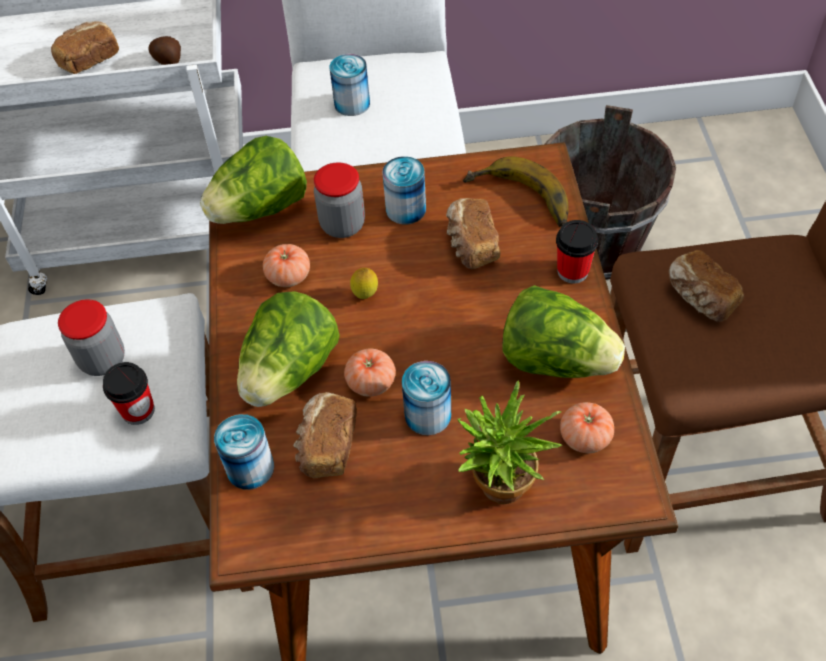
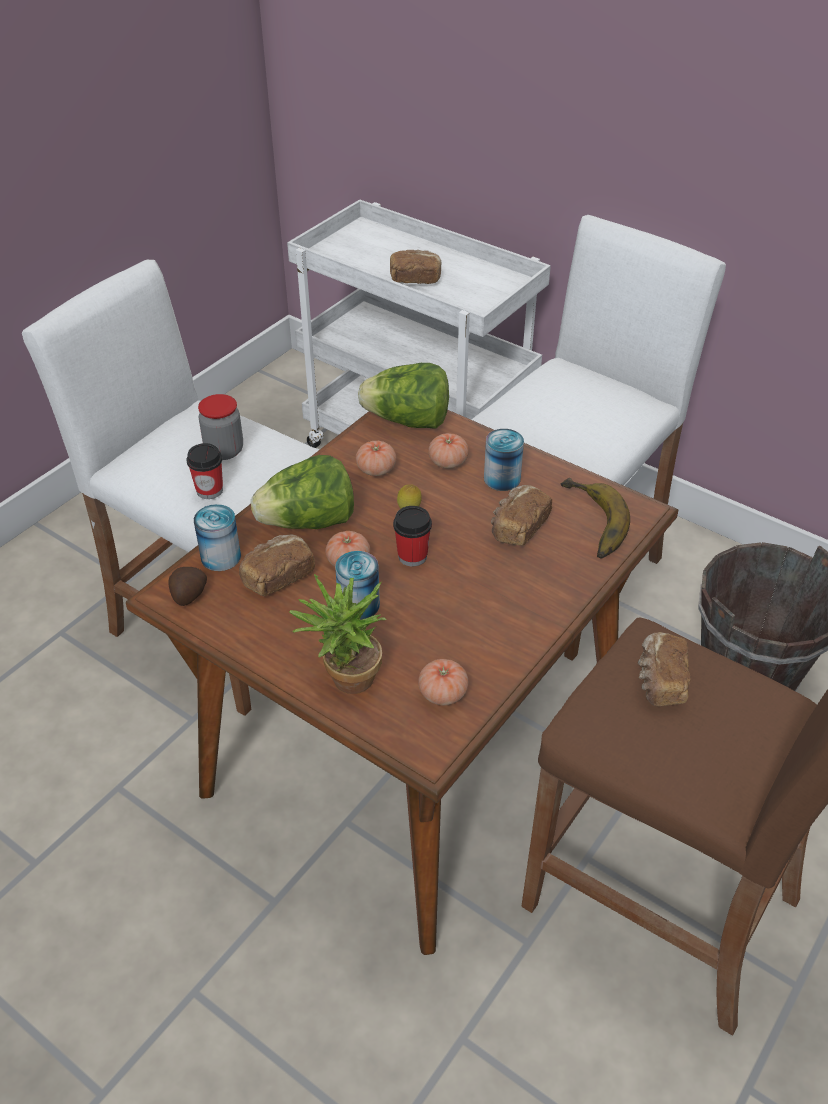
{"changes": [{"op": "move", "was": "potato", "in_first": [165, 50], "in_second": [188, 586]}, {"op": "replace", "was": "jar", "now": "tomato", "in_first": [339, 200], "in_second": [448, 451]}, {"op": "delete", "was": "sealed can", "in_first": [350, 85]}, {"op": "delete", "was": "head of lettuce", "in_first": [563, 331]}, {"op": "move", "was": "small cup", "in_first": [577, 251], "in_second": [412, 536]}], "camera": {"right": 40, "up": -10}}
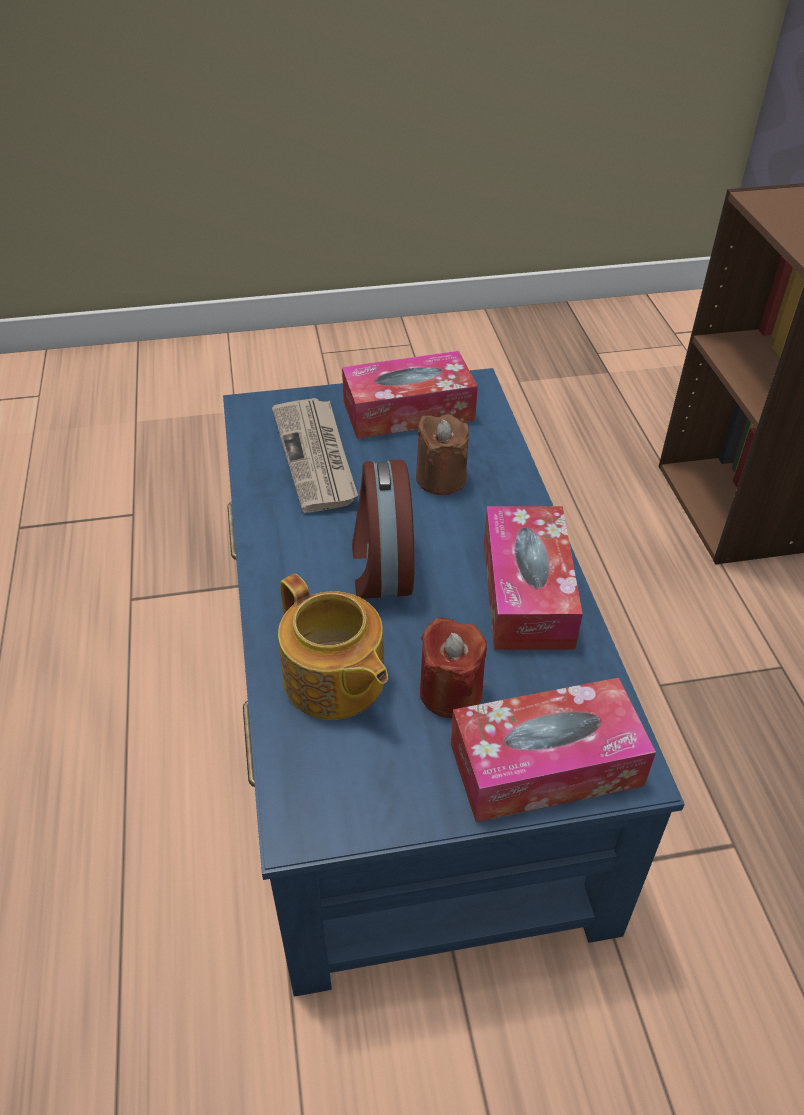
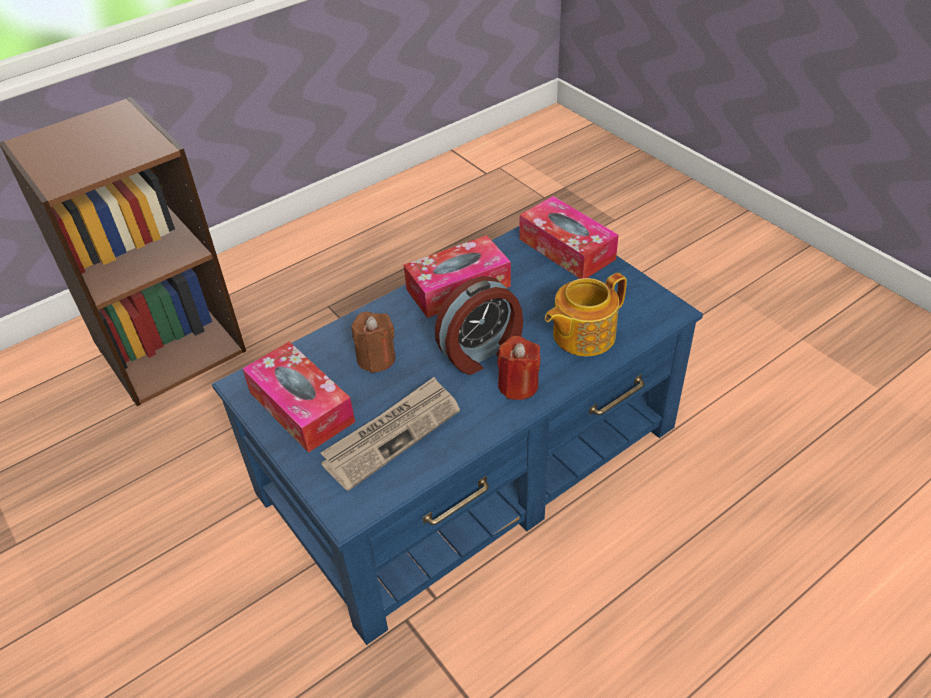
{"changes": [{"op": "rotate", "was": "teapot", "in_first": [333, 647], "in_second": [586, 314], "clockwise": -150}, {"op": "move", "was": "reddish wax light", "in_first": [453, 667], "in_second": [519, 368]}], "camera": {"right": -115, "up": 0}}
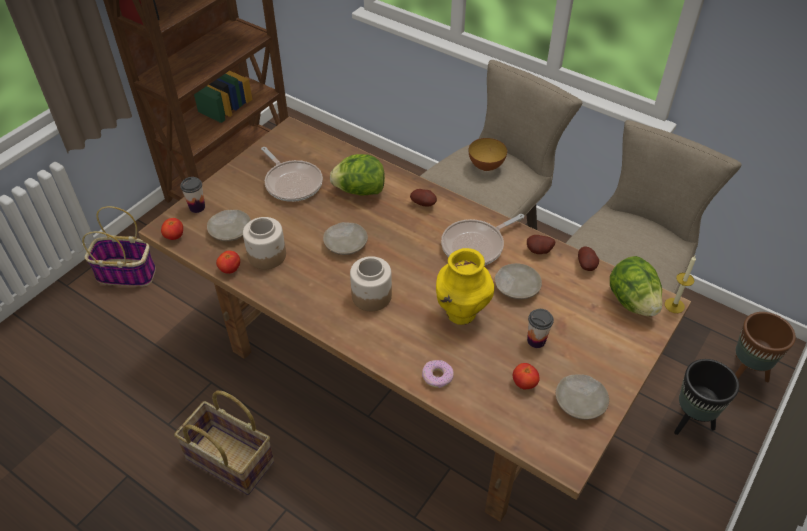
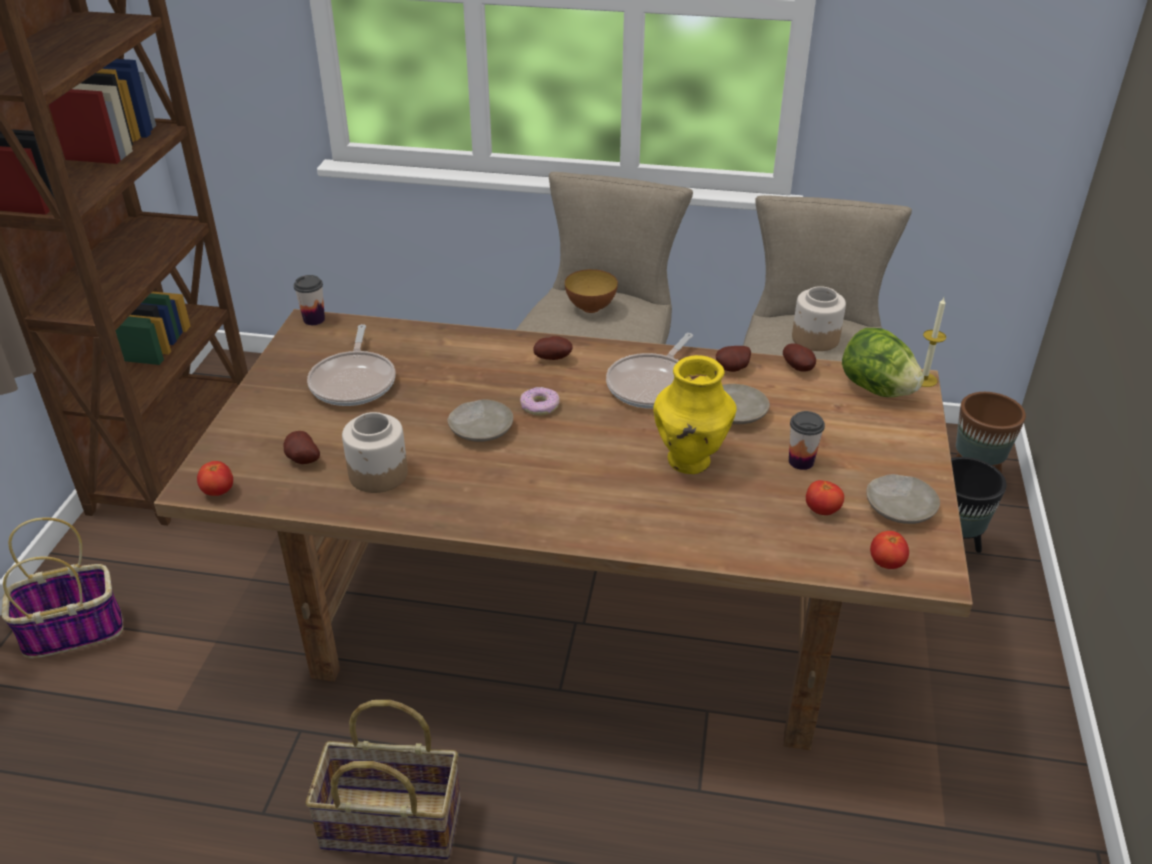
{"changes": [{"op": "move", "was": "small cup", "in_first": [192, 195], "in_second": [309, 300]}, {"op": "replace", "was": "sand-coloured flat dish", "now": "potato", "in_first": [229, 225], "in_second": [301, 447]}, {"op": "move", "was": "tomato", "in_first": [228, 262], "in_second": [889, 550]}, {"op": "rotate", "was": "frying pan", "in_first": [292, 174], "in_second": [351, 365], "clockwise": 60}, {"op": "delete", "was": "head of lettuce", "in_first": [357, 175]}, {"op": "move", "was": "jar", "in_first": [371, 283], "in_second": [819, 318]}, {"op": "move", "was": "ring doughnut", "in_first": [438, 374], "in_second": [540, 401]}], "camera": {"right": -25, "up": -10}}
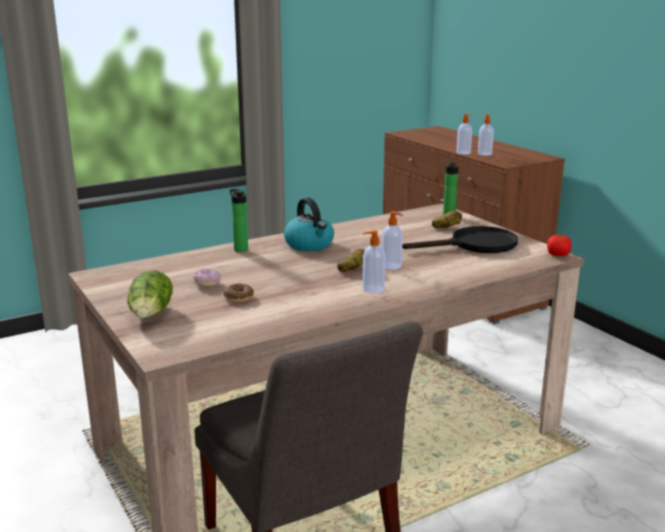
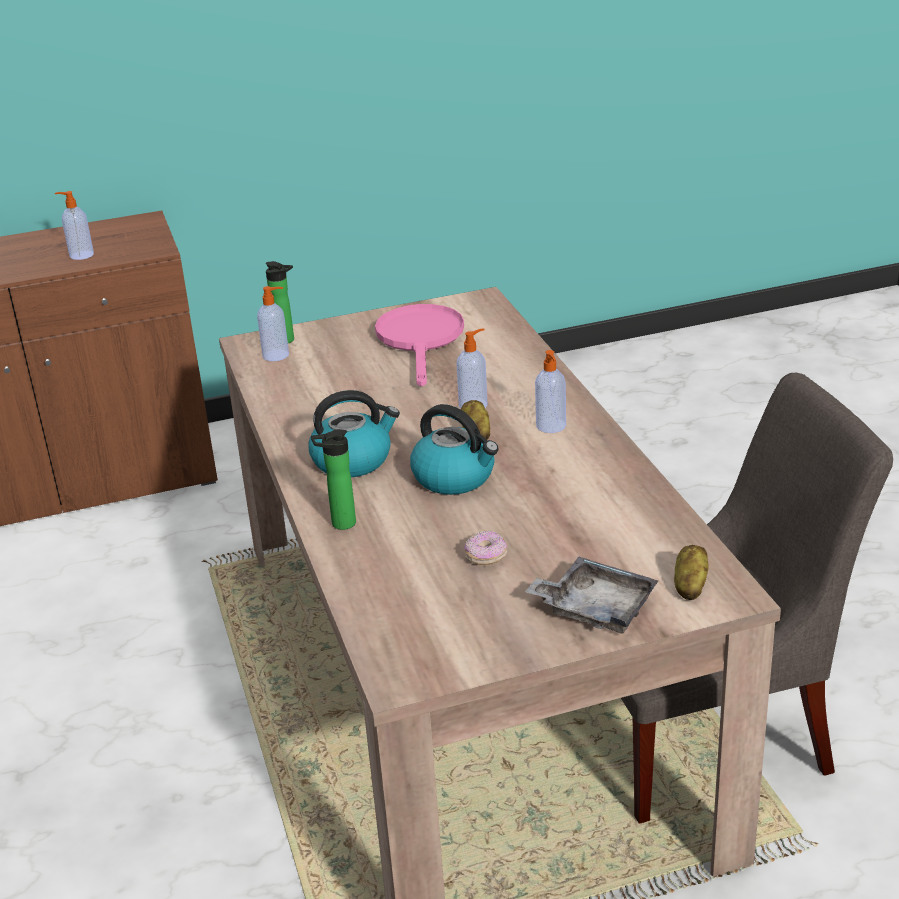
{"changes": [{"op": "replace", "was": "head of lettuce", "now": "grey serving tray", "in_first": [150, 294], "in_second": [592, 595]}, {"op": "delete", "was": "ring doughnut", "in_first": [238, 292]}, {"op": "recolor", "was": "blackish frying pan", "now": "pink-coloured frying pan", "in_first": [460, 239], "in_second": [419, 345]}, {"op": "move", "was": "potato", "in_first": [447, 219], "in_second": [691, 572]}, {"op": "move", "was": "soap bottle", "in_first": [464, 133], "in_second": [273, 323]}, {"op": "delete", "was": "tomato", "in_first": [559, 245]}, {"op": "insert", "now": "tea kettle", "in_second": [454, 449]}], "camera": {"right": -75, "up": 10}}
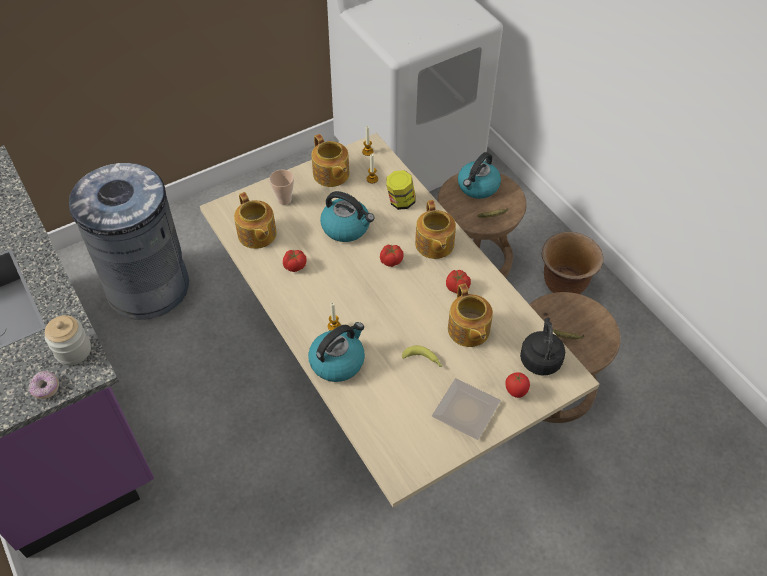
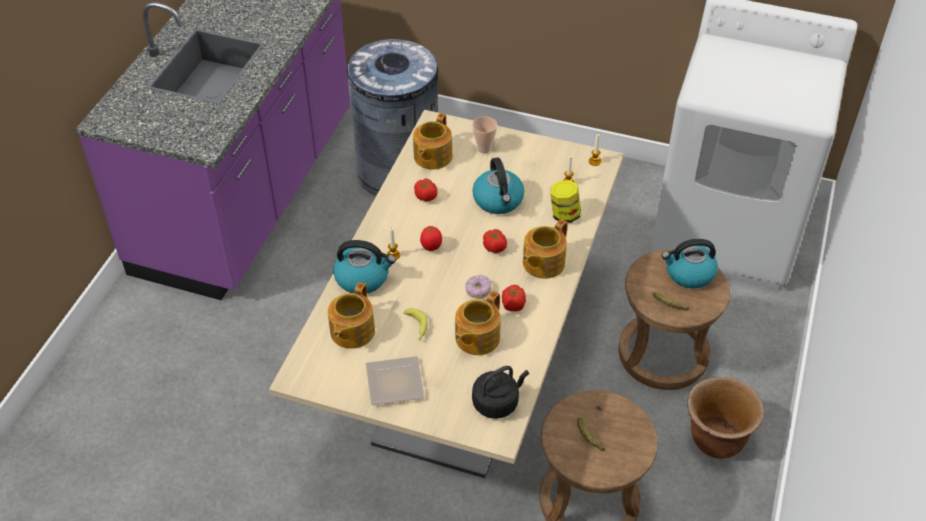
{"changes": [{"op": "move", "was": "ring doughnut", "in_first": [43, 385], "in_second": [478, 287]}, {"op": "delete", "was": "jar", "in_first": [67, 340]}, {"op": "move", "was": "teapot", "in_first": [330, 160], "in_second": [351, 315]}, {"op": "move", "was": "tomato", "in_first": [517, 385], "in_second": [431, 238]}], "camera": {"right": 50, "up": -5}}
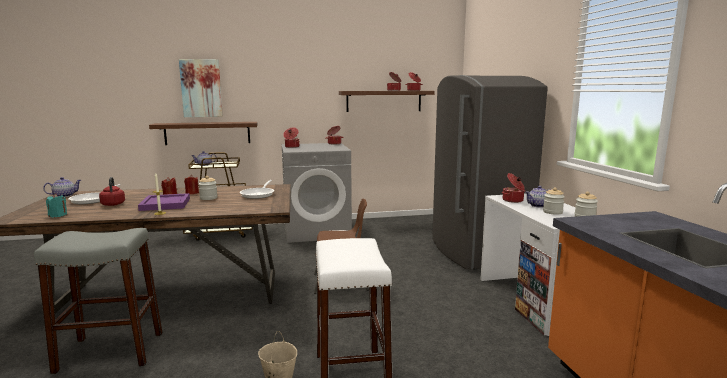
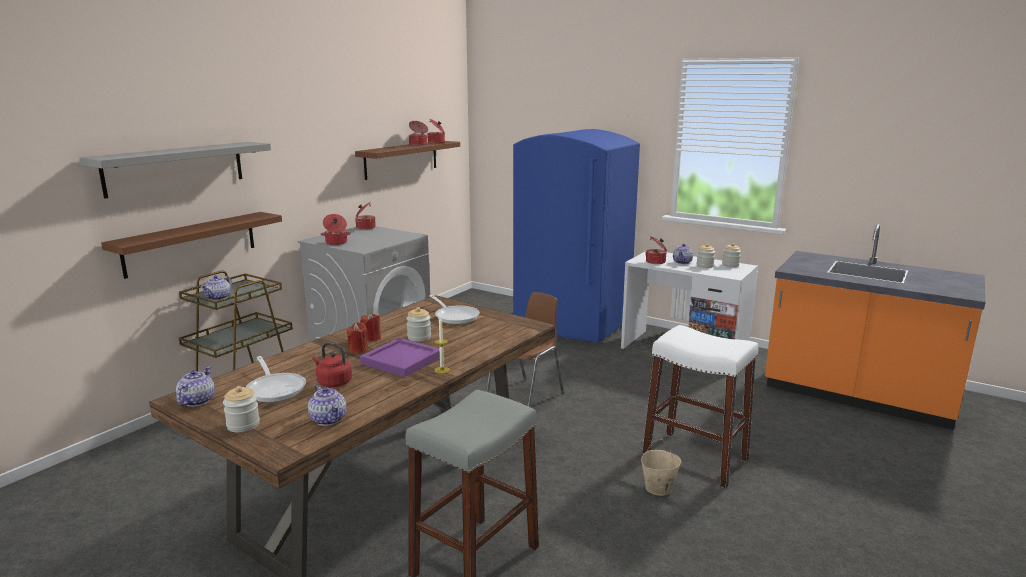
{"changes": [{"op": "replace", "was": "blue-green wax light", "now": "teapot", "in_first": [56, 205], "in_second": [327, 405]}, {"op": "replace", "was": "picture", "now": "grey wall shelf", "in_first": [201, 88], "in_second": [175, 170]}, {"op": "recolor", "was": "grey refrigerator", "now": "blue-coloured refrigerator", "in_first": [490, 172], "in_second": [576, 236]}, {"op": "insert", "now": "jar", "in_second": [241, 409]}], "camera": {"right": -45, "up": 5}}
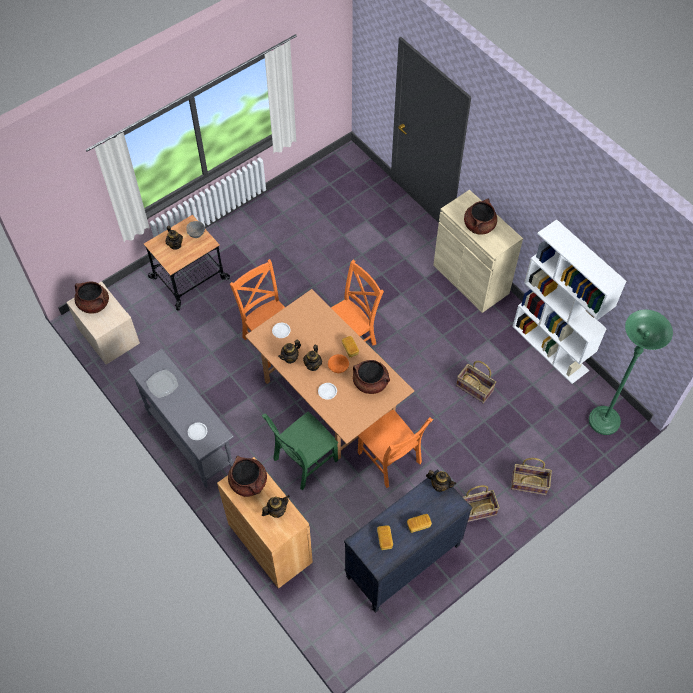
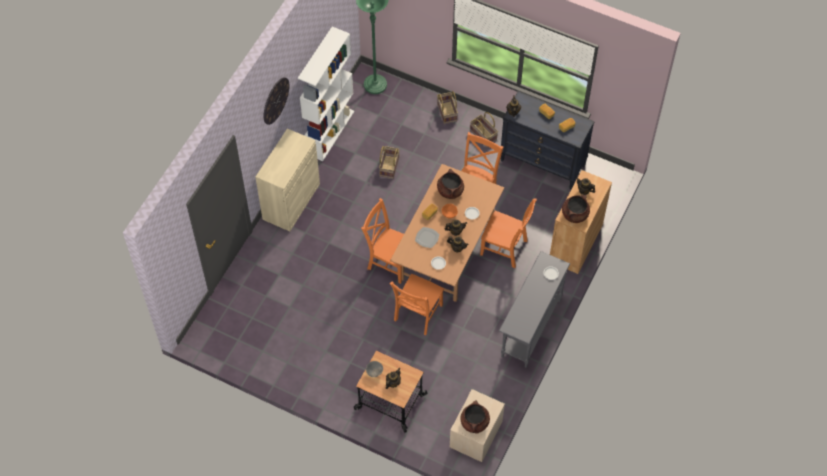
{"changes": [{"op": "move", "was": "flat dish", "in_first": [162, 383], "in_second": [427, 237]}, {"op": "recolor", "was": "greenish plain chair", "now": "orangey plain chair", "in_first": [300, 450], "in_second": [508, 233]}, {"op": "delete", "was": "brown-coloured saucepot", "in_first": [480, 217]}, {"op": "insert", "now": "clock on the wall", "in_second": [277, 101]}], "camera": {"right": -115, "up": 0}}
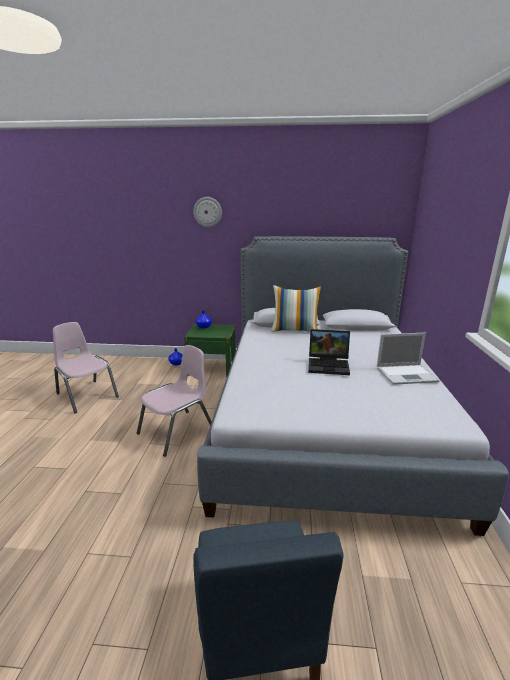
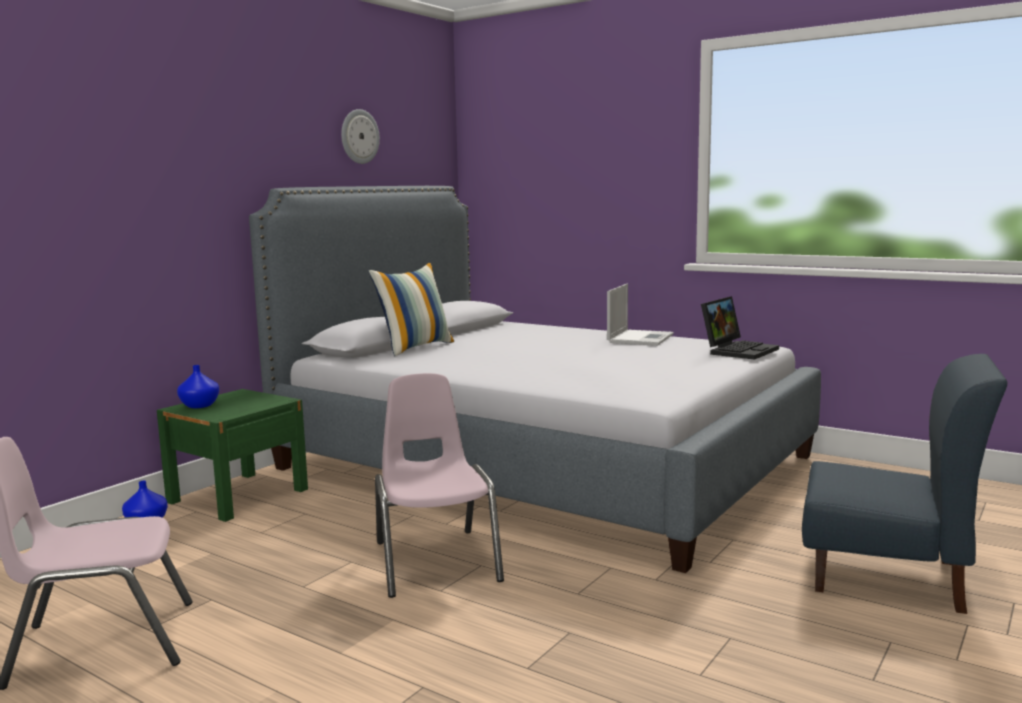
{"changes": [{"op": "move", "was": "clock on the wall", "in_first": [207, 212], "in_second": [360, 136]}, {"op": "move", "was": "laptop", "in_first": [329, 352], "in_second": [740, 328]}], "camera": {"right": -60, "up": -10}}
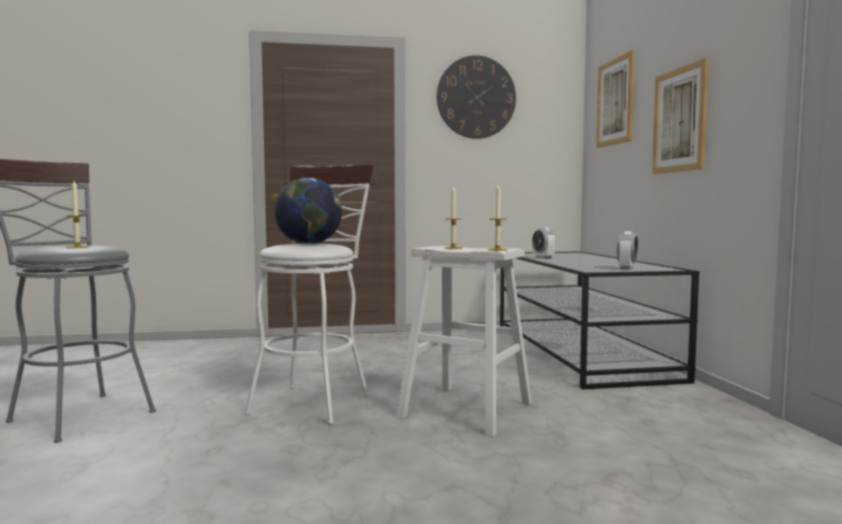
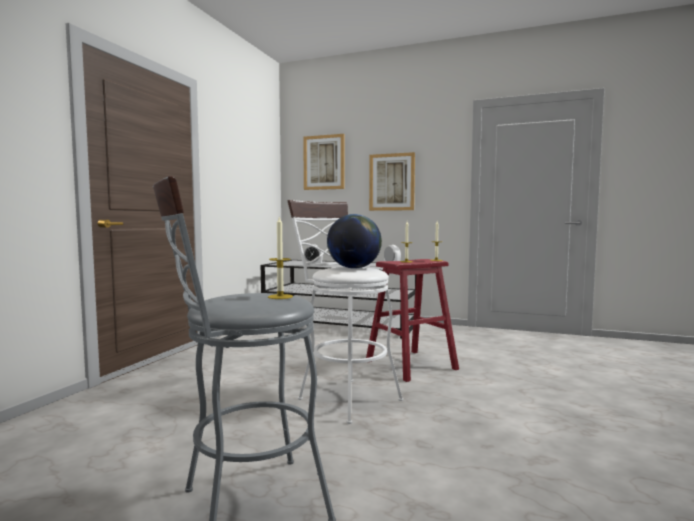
{"changes": [{"op": "recolor", "was": "white-coloured sitting stool", "now": "reddish sitting stool", "in_first": [464, 341], "in_second": [412, 320]}, {"op": "delete", "was": "clock on the wall", "in_first": [476, 97]}], "camera": {"right": -60, "up": 0}}
